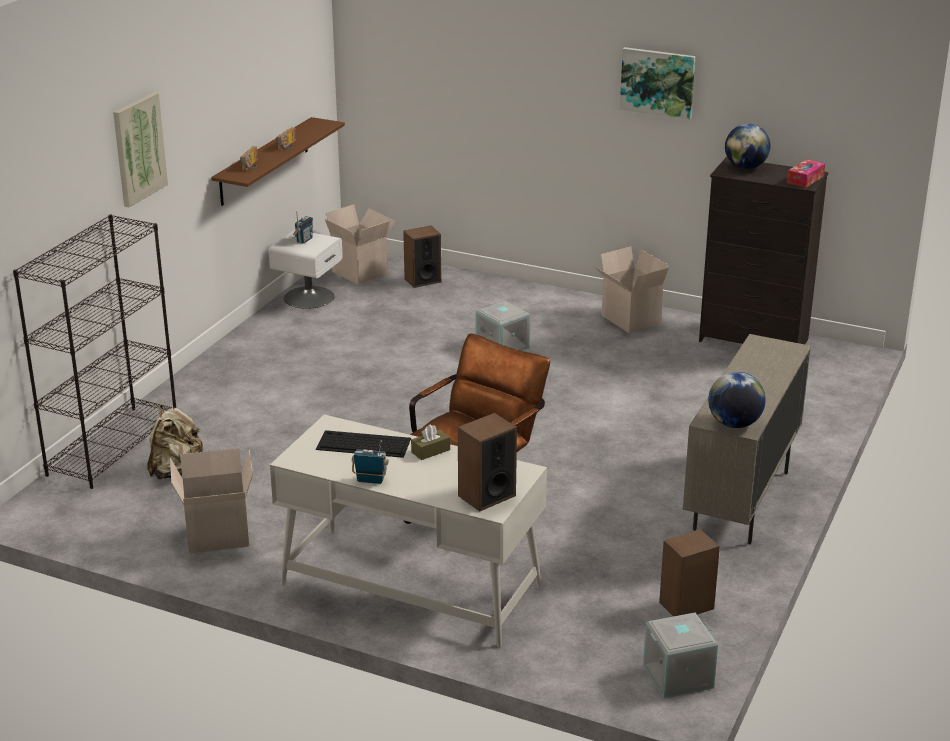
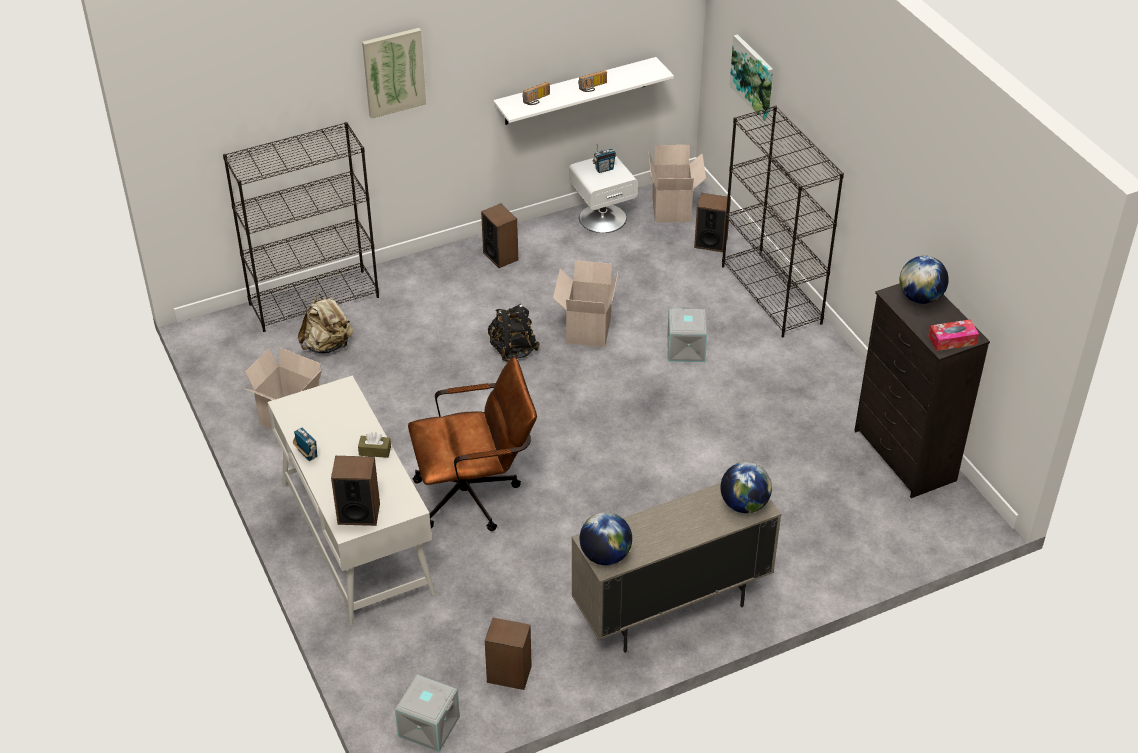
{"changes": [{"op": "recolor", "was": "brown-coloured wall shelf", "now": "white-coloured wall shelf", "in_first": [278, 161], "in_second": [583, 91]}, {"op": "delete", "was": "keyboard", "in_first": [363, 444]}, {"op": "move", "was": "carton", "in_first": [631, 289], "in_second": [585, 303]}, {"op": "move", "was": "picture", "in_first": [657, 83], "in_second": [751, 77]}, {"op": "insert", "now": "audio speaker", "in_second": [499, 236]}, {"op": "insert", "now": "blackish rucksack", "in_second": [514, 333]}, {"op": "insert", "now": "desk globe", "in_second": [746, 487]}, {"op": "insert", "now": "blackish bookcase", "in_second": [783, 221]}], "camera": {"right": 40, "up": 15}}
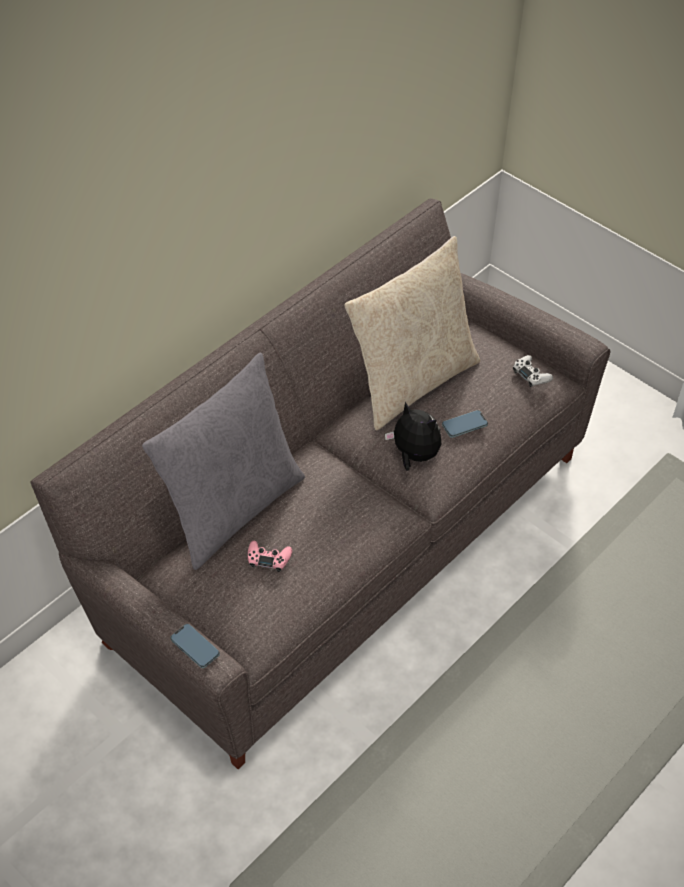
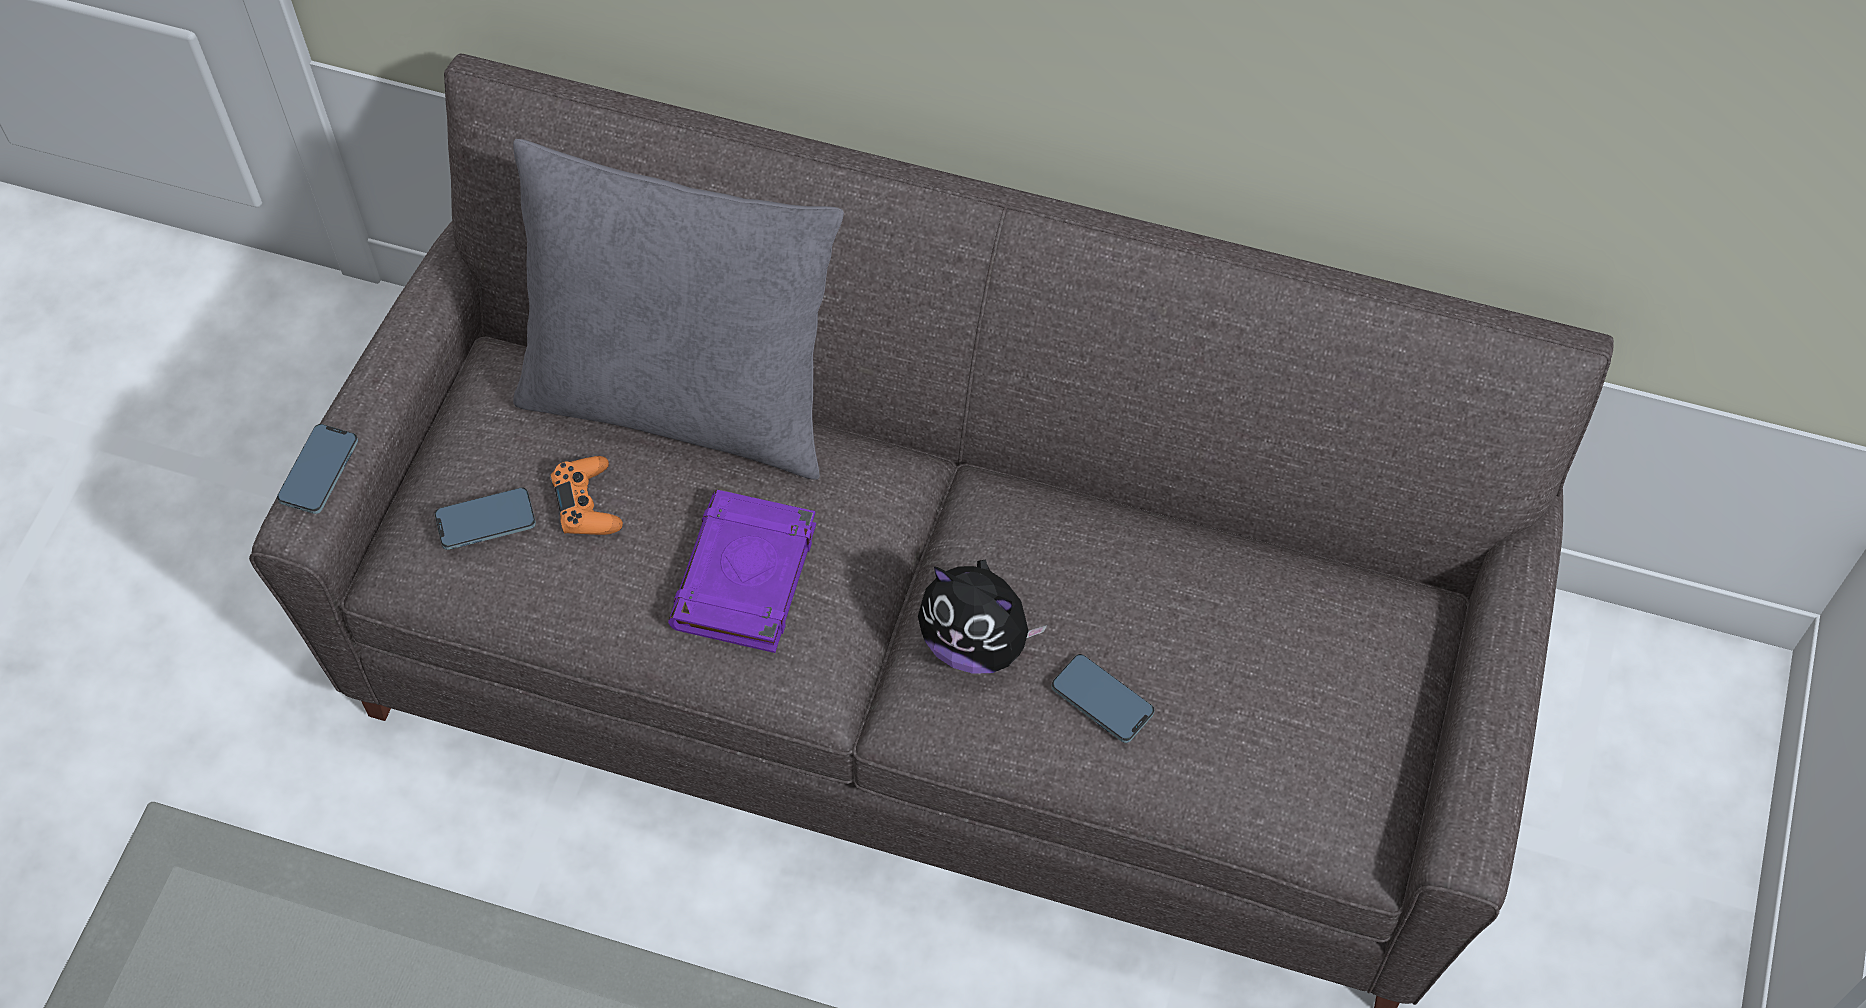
{"changes": [{"op": "recolor", "was": "pink-coloured game controller", "now": "orangey game controller", "in_first": [270, 556], "in_second": [586, 495]}, {"op": "delete", "was": "sand-coloured throw pillow", "in_first": [412, 333]}, {"op": "rotate", "was": "soft toy", "in_first": [413, 436], "in_second": [982, 617], "clockwise": 105}, {"op": "delete", "was": "white-coloured game controller", "in_first": [533, 371]}, {"op": "insert", "now": "handset", "in_second": [485, 519]}, {"op": "insert", "now": "purplish bound book", "in_second": [742, 571]}], "camera": {"right": 65, "up": 10}}
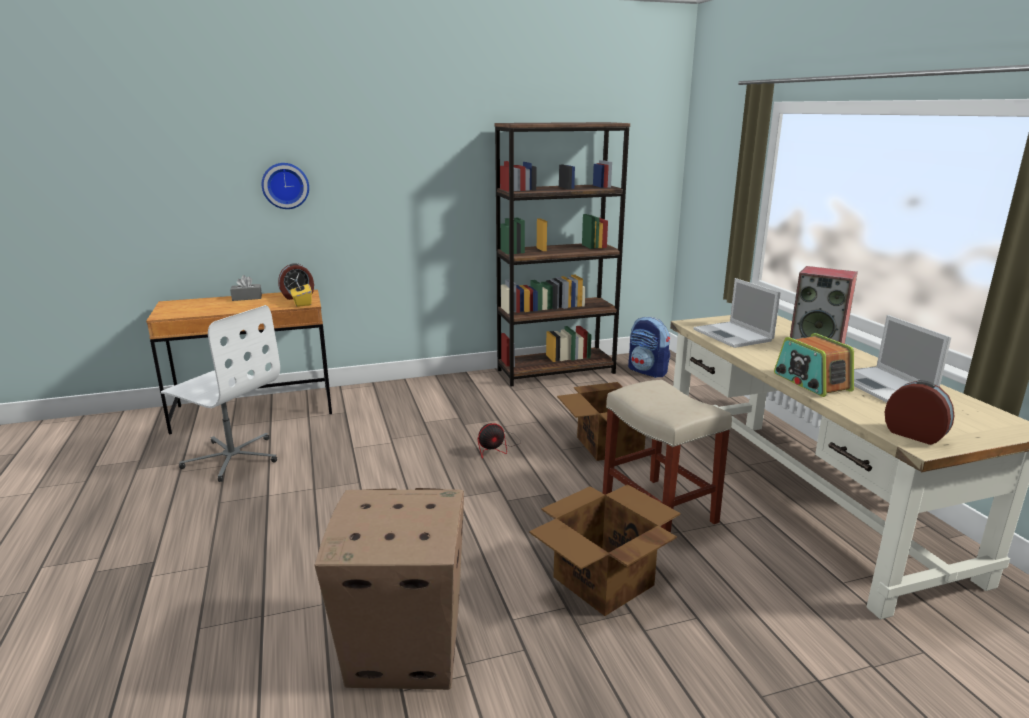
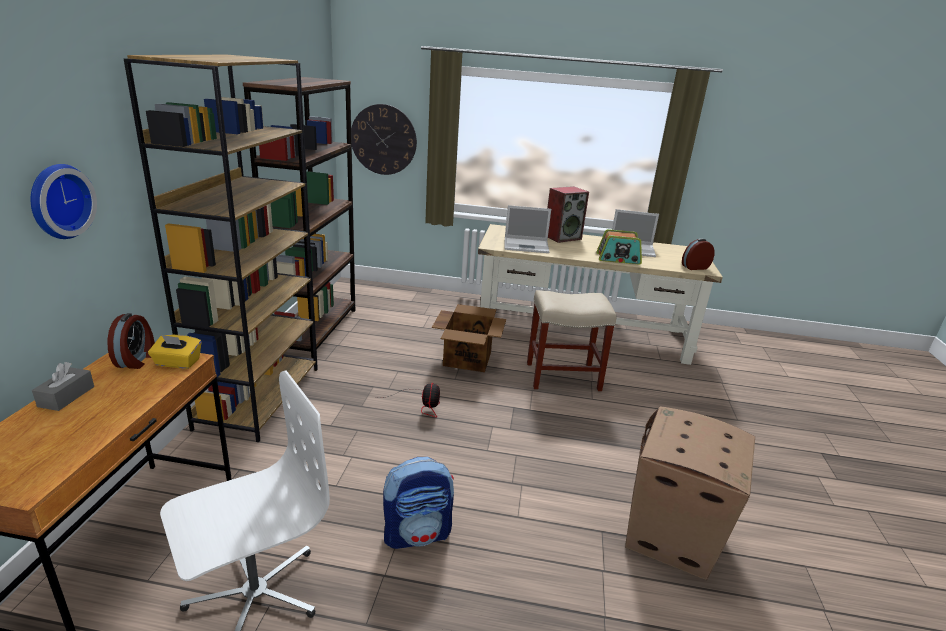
{"changes": [{"op": "delete", "was": "carton", "in_first": [604, 550]}, {"op": "move", "was": "rucksack", "in_first": [649, 347], "in_second": [418, 503]}, {"op": "insert", "now": "brown-coloured bookcase", "in_second": [221, 248]}, {"op": "insert", "now": "clock on the wall", "in_second": [384, 139]}], "camera": {"right": -65, "up": 5}}
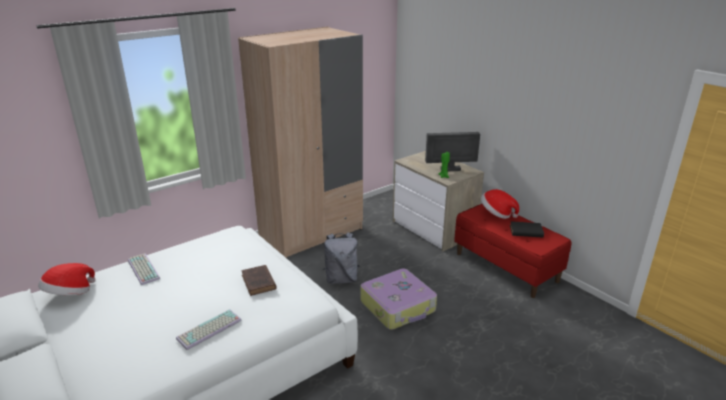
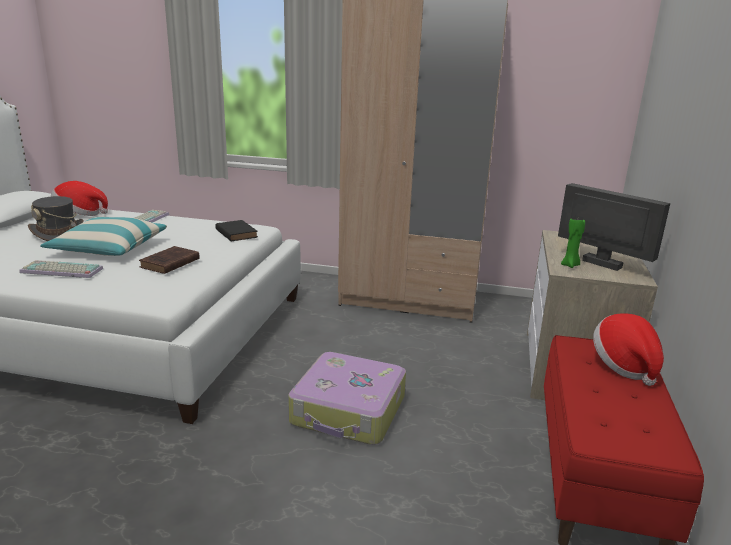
{"changes": [{"op": "delete", "was": "grey rucksack", "in_first": [341, 258]}, {"op": "move", "was": "blackish bound book", "in_first": [527, 229], "in_second": [236, 231]}, {"op": "insert", "now": "grey wearable hat", "in_second": [55, 218]}, {"op": "insert", "now": "throw pillow", "in_second": [103, 236]}], "camera": {"right": 50, "up": -5}}
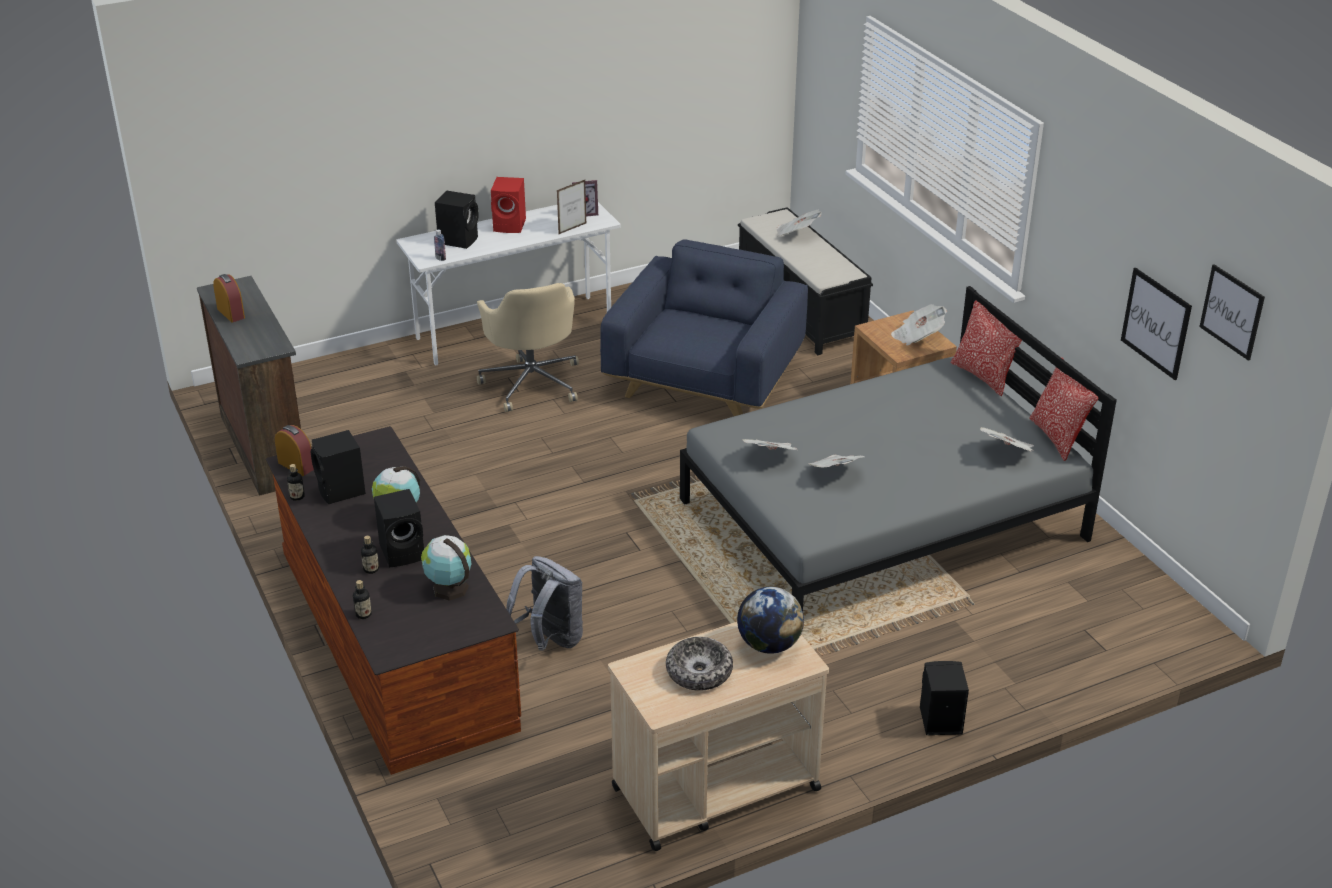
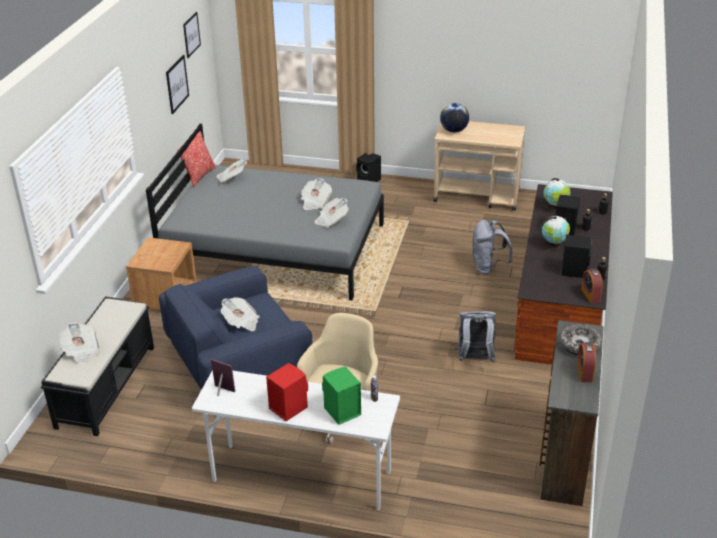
{"changes": [{"op": "recolor", "was": "blackish audio speaker", "now": "greenish audio speaker", "in_first": [457, 220], "in_second": [341, 395]}, {"op": "delete", "was": "standing frame", "in_first": [571, 207]}, {"op": "move", "was": "bowl", "in_first": [699, 664], "in_second": [580, 340]}, {"op": "move", "was": "daily paper", "in_first": [919, 324], "in_second": [240, 314]}, {"op": "delete", "was": "throw pillow", "in_first": [986, 348]}, {"op": "insert", "now": "grey rucksack", "in_second": [476, 336]}], "camera": {"right": -140, "up": 0}}
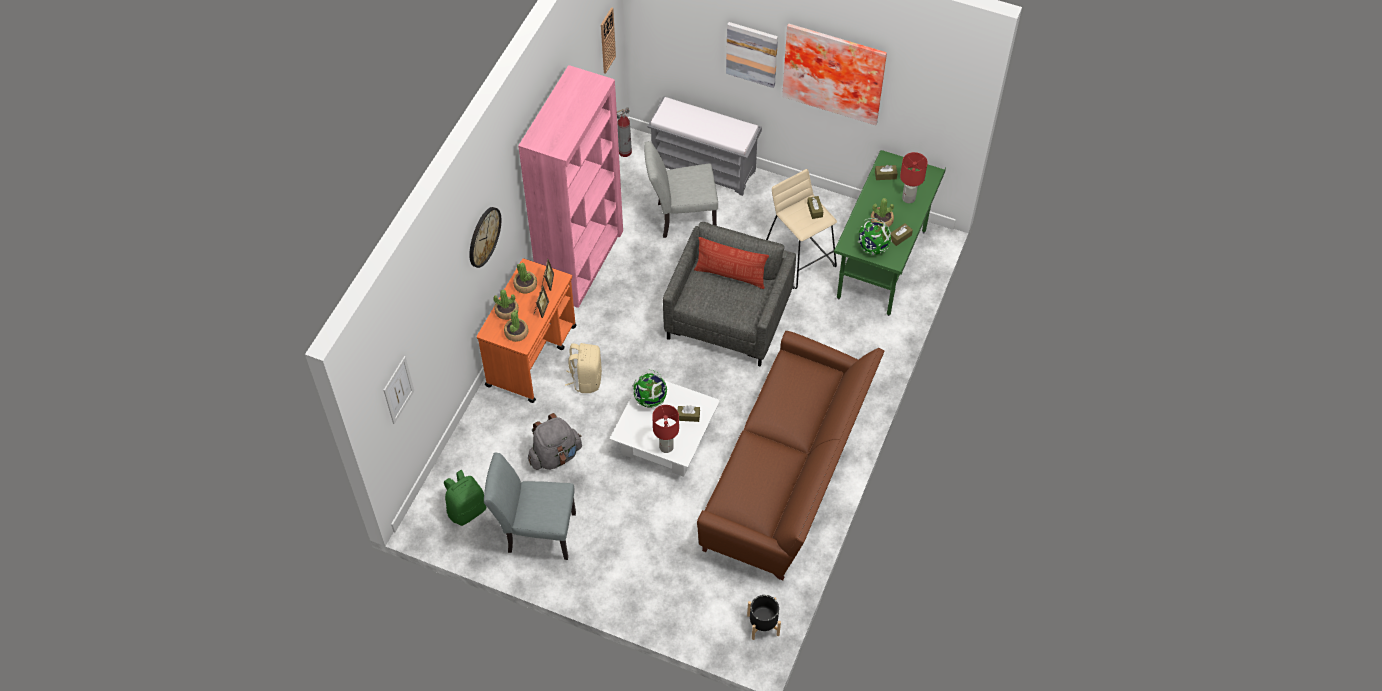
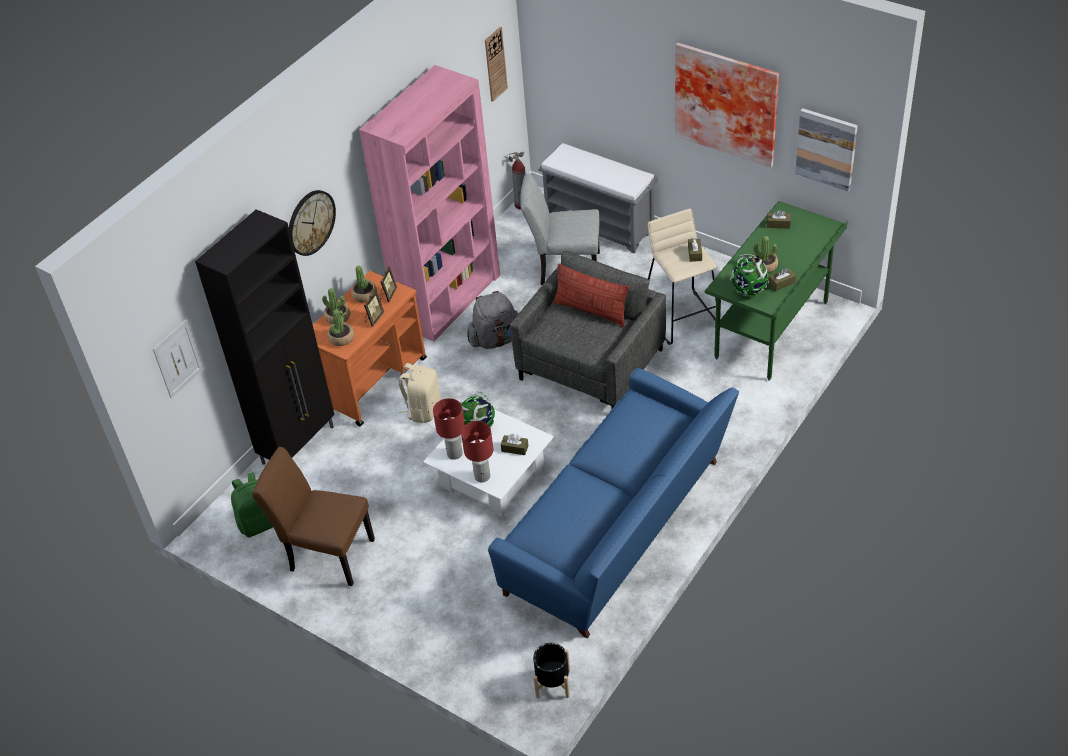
{"changes": [{"op": "recolor", "was": "grey plain chair", "now": "brown-coloured plain chair", "in_first": [530, 506], "in_second": [313, 516]}, {"op": "move", "was": "grey rucksack", "in_first": [555, 441], "in_second": [493, 320]}, {"op": "recolor", "was": "brown-coloured couch", "now": "blue-coloured couch", "in_first": [791, 455], "in_second": [613, 503]}, {"op": "move", "was": "picture", "in_first": [752, 55], "in_second": [826, 149]}, {"op": "move", "was": "reddish table lamp", "in_first": [914, 177], "in_second": [449, 429]}, {"op": "insert", "now": "blackish cupboard", "in_second": [265, 337]}], "camera": {"right": 15, "up": -10}}
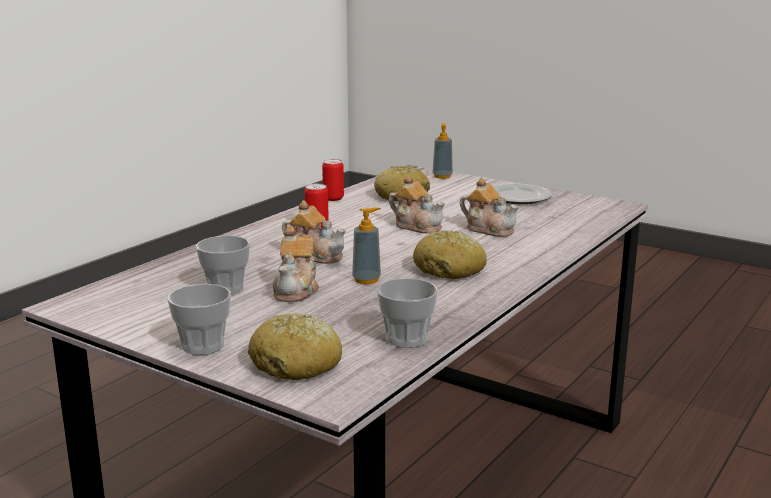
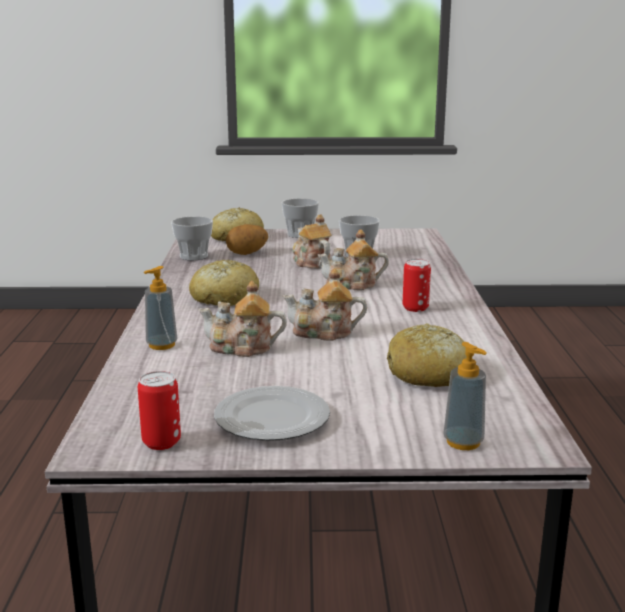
{"changes": [{"op": "move", "was": "sealed can", "in_first": [333, 180], "in_second": [159, 410]}, {"op": "move", "was": "soap bottle", "in_first": [366, 245], "in_second": [160, 308]}, {"op": "insert", "now": "potato", "in_second": [247, 239]}], "camera": {"right": 145, "up": 0}}
